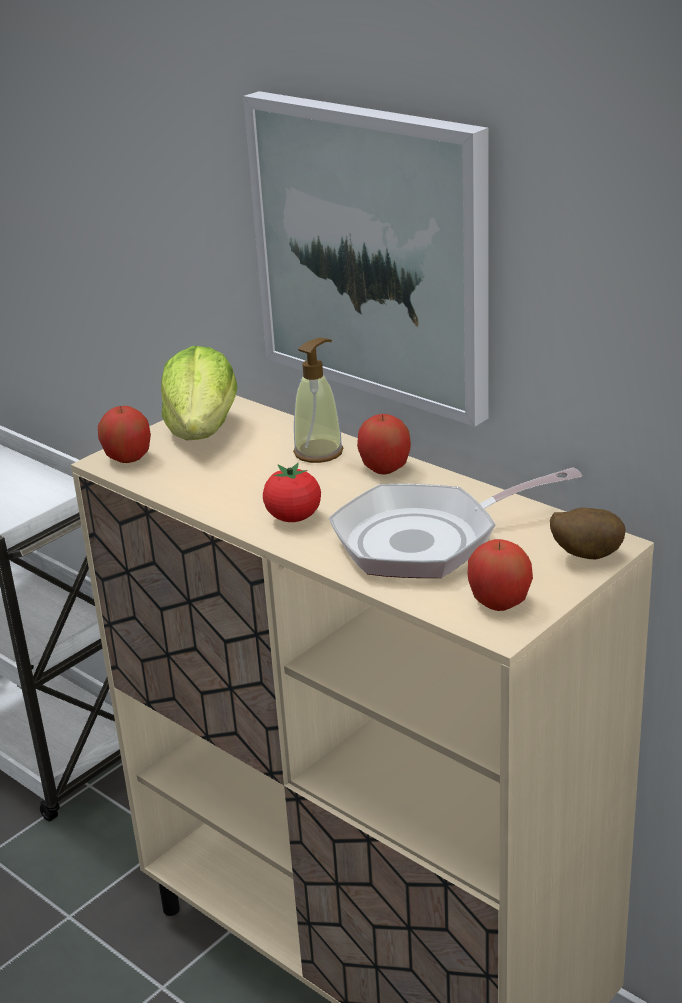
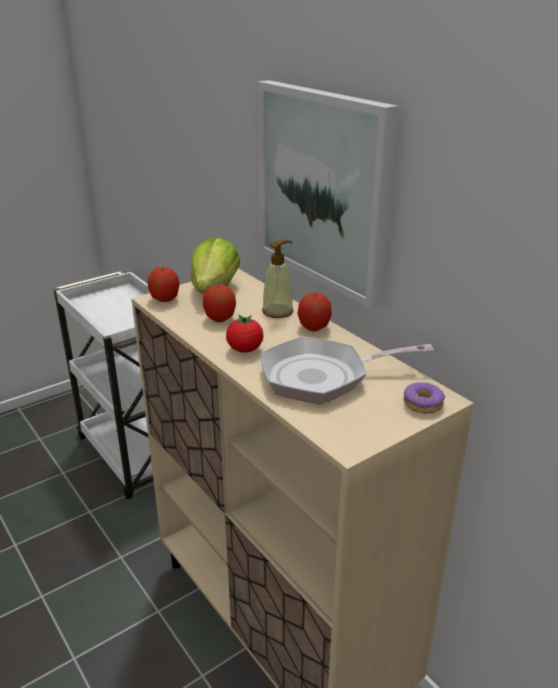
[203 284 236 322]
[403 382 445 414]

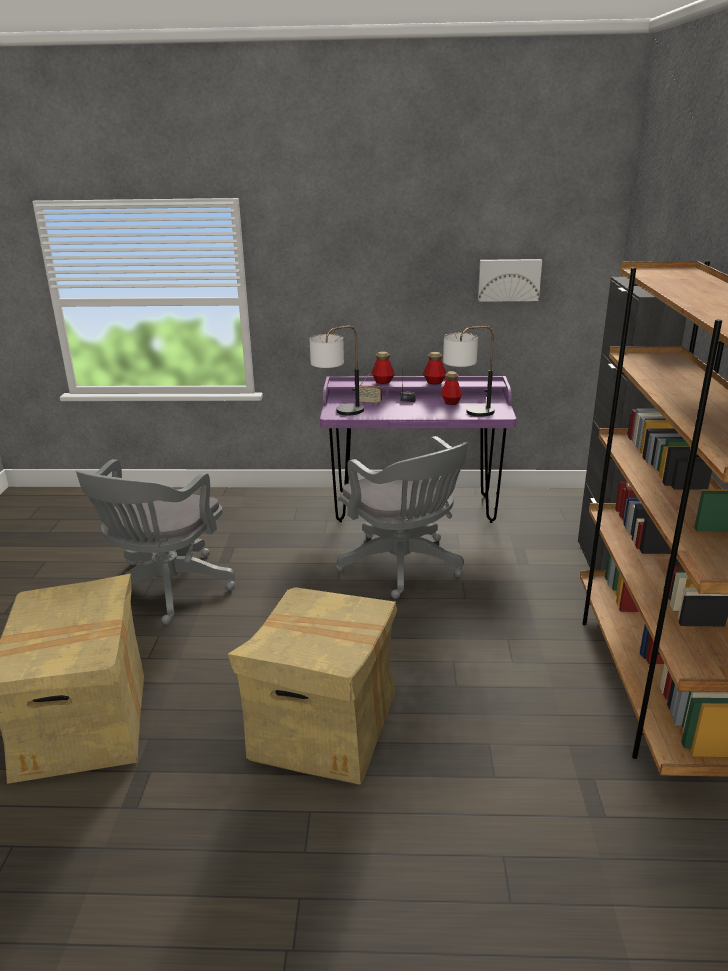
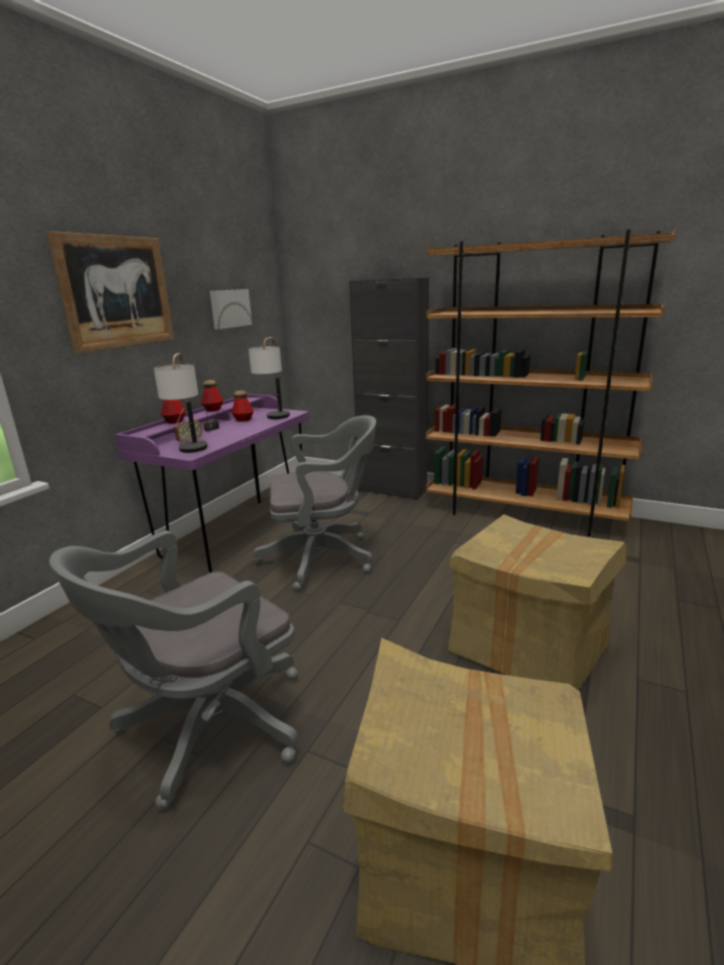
[47 231 174 354]
[49 531 299 810]

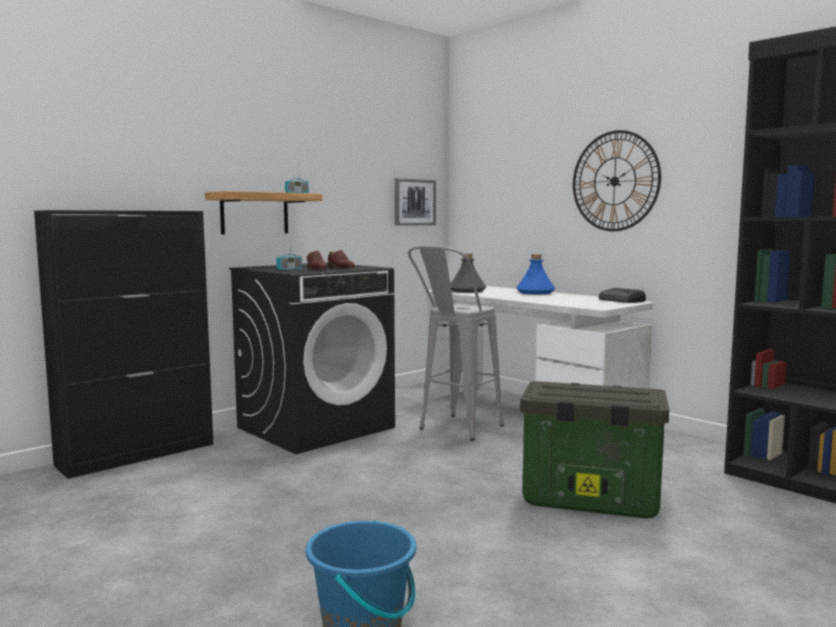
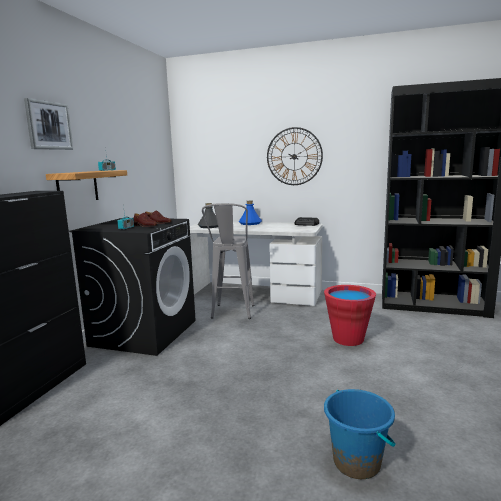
[24 98 73 150]
[324 285 376 346]

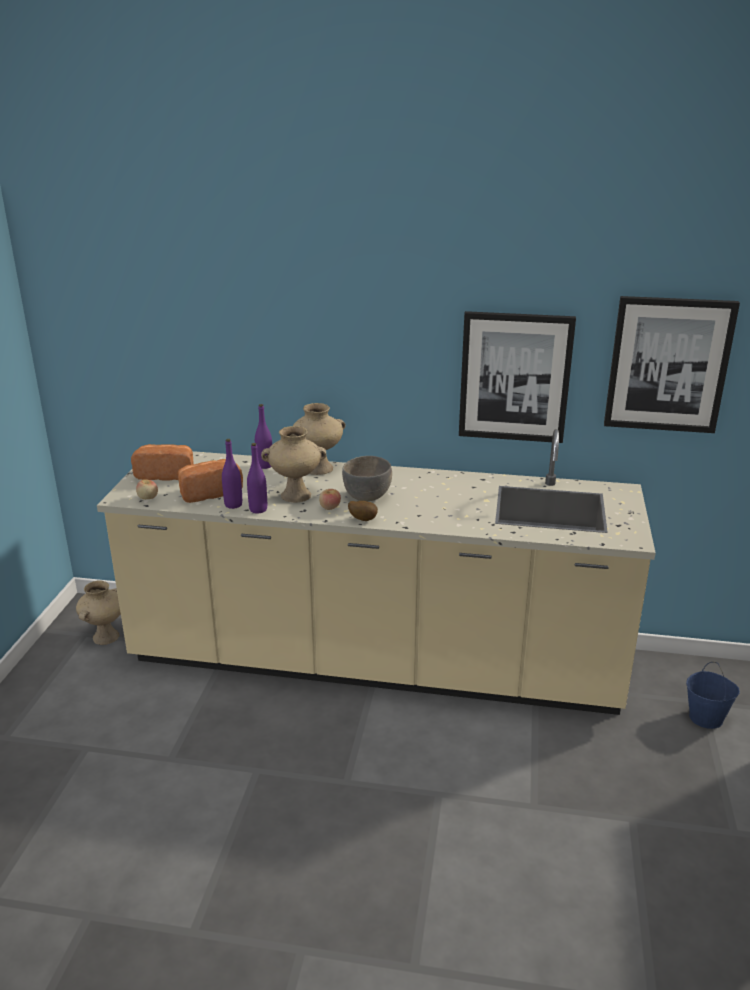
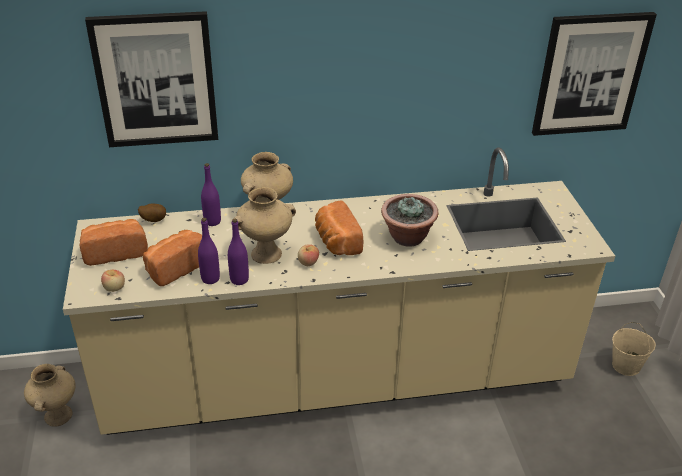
[381 194 438 247]
[138 203 166 222]
[85 11 218 147]
[315 200 364 255]
[612 322 656 376]

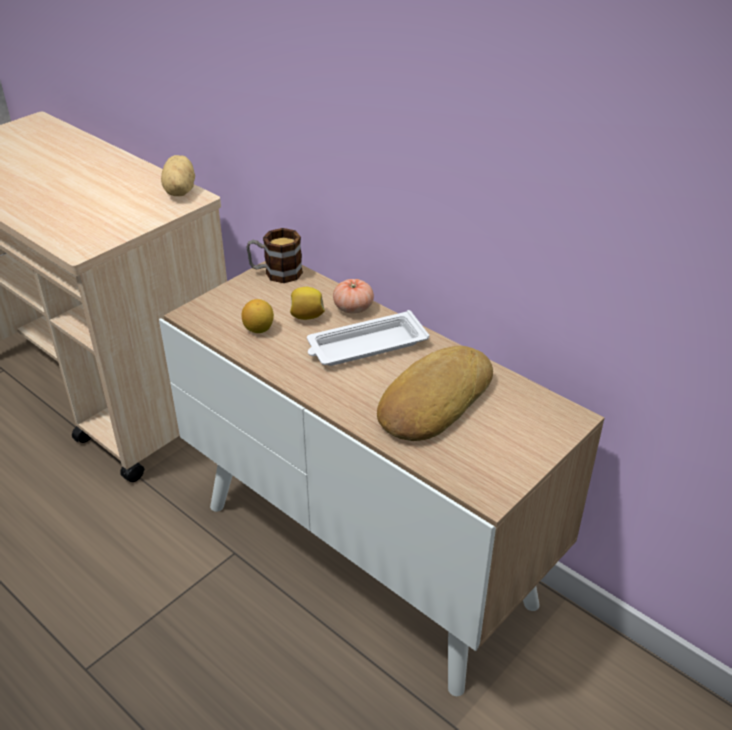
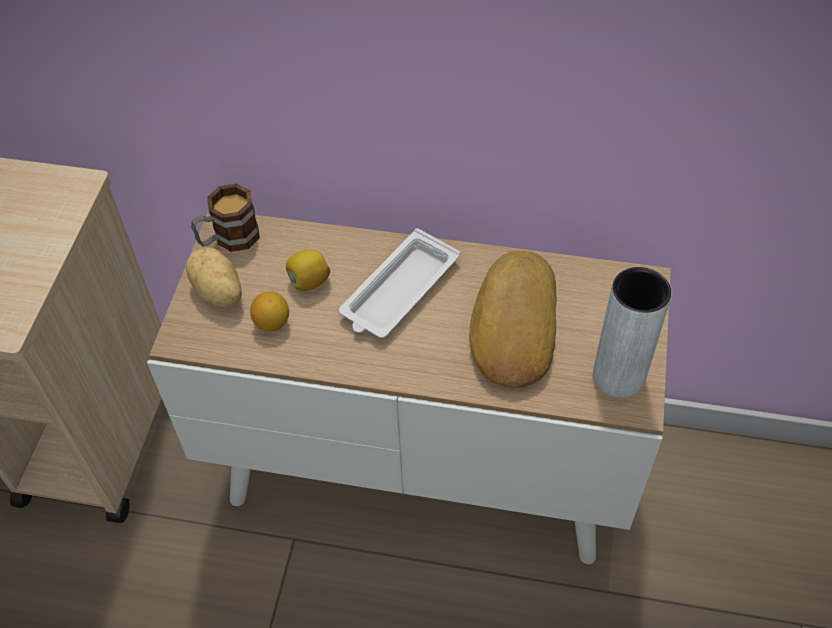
[333 279 374 314] (first image)
[593 267 672 398]
[186 248 242 308]

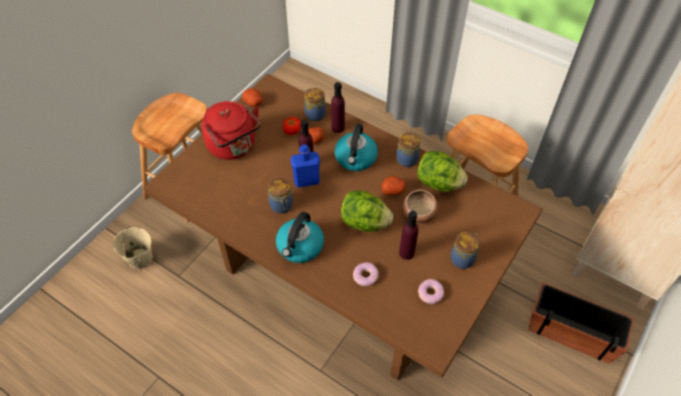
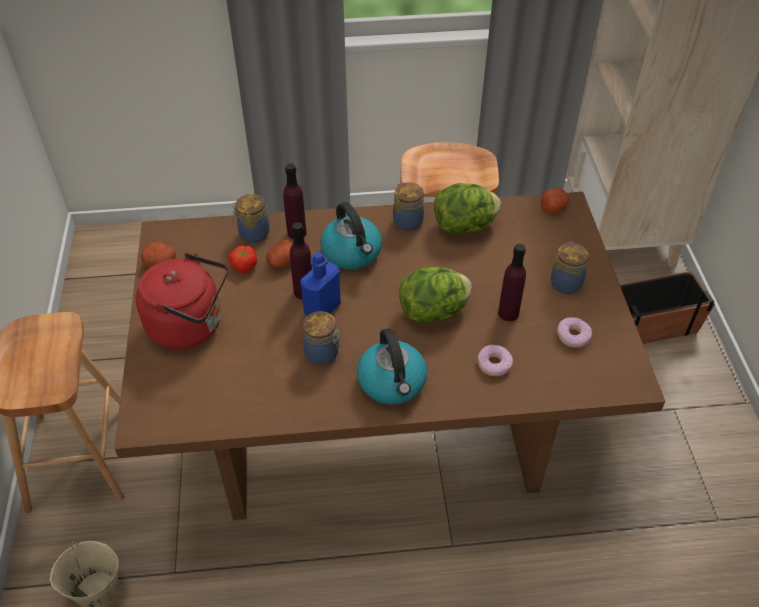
[403 189 438 223] (first image)
[541 189 569 215]

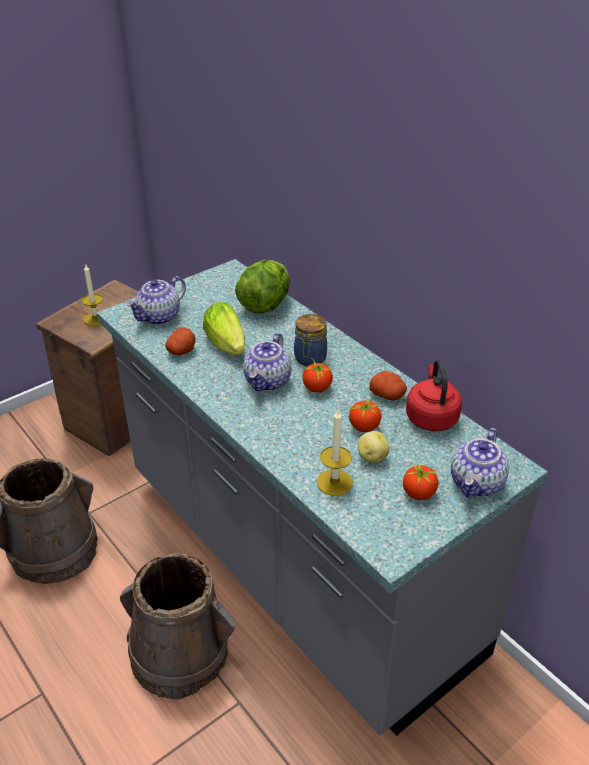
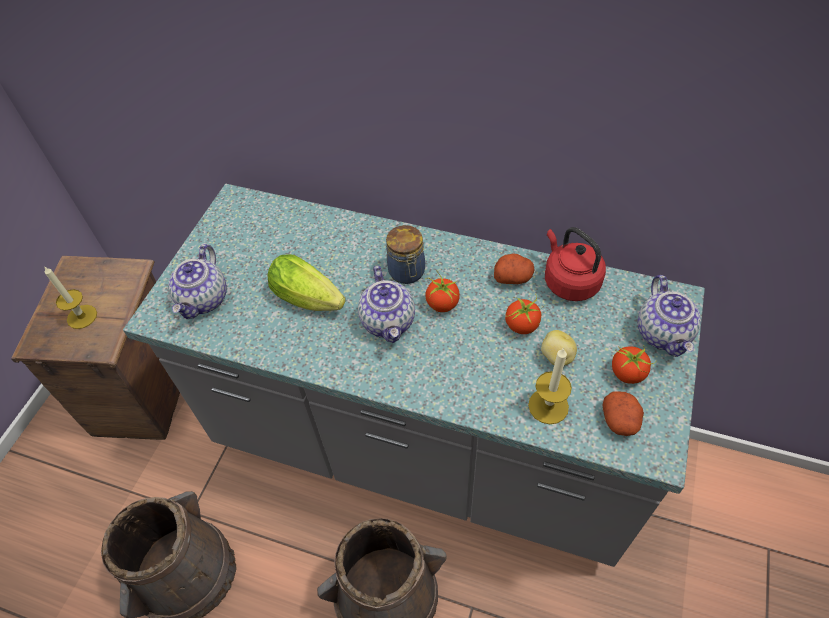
[235 260 290 314] (first image)
[602 391 644 436]

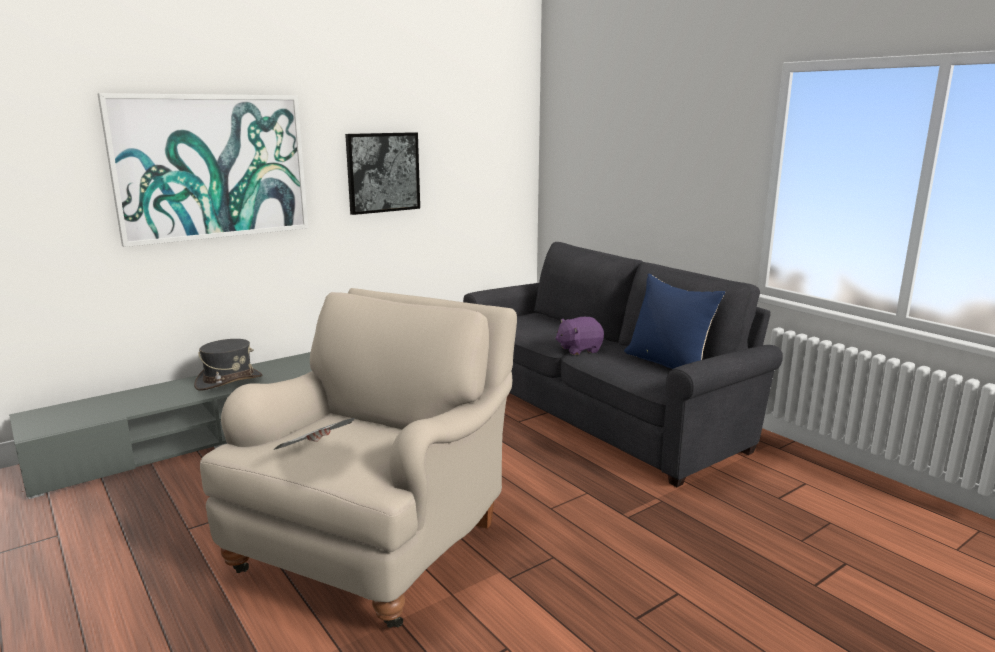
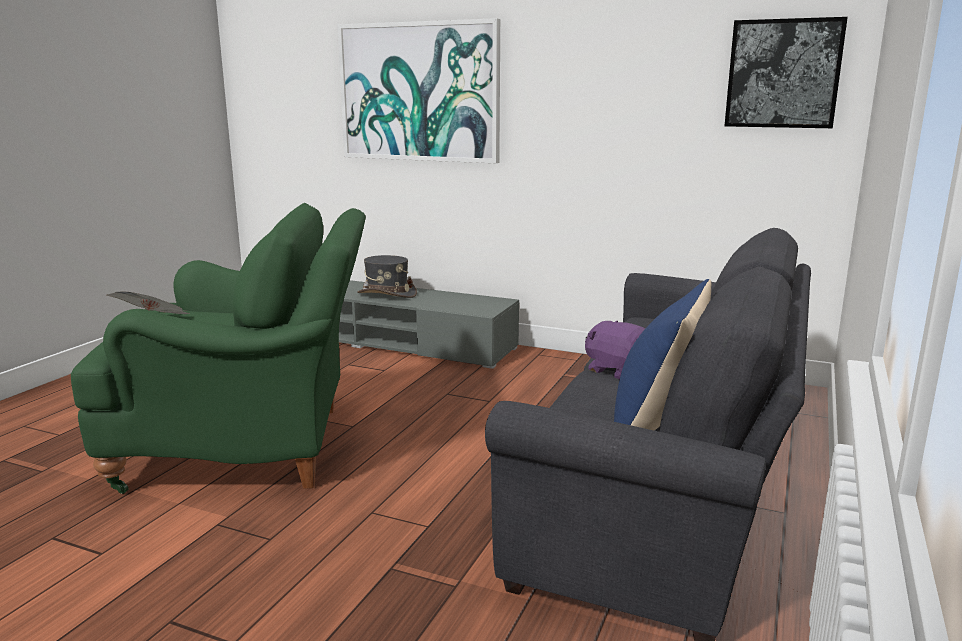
[724 17 848 128]
[71 203 366 494]

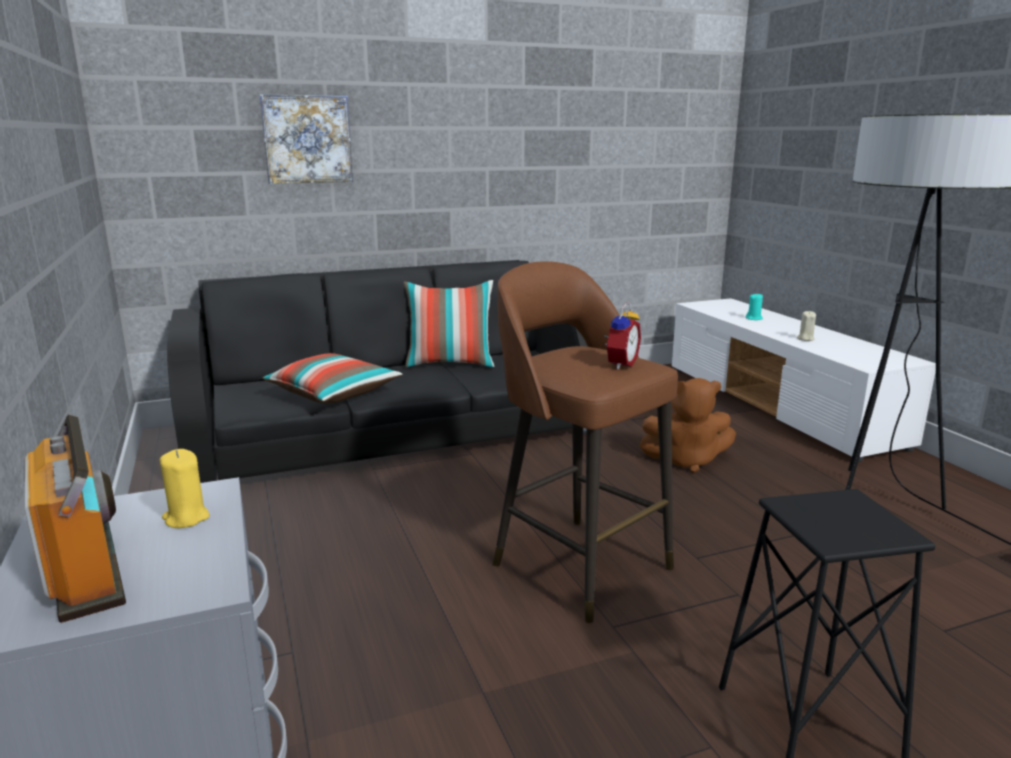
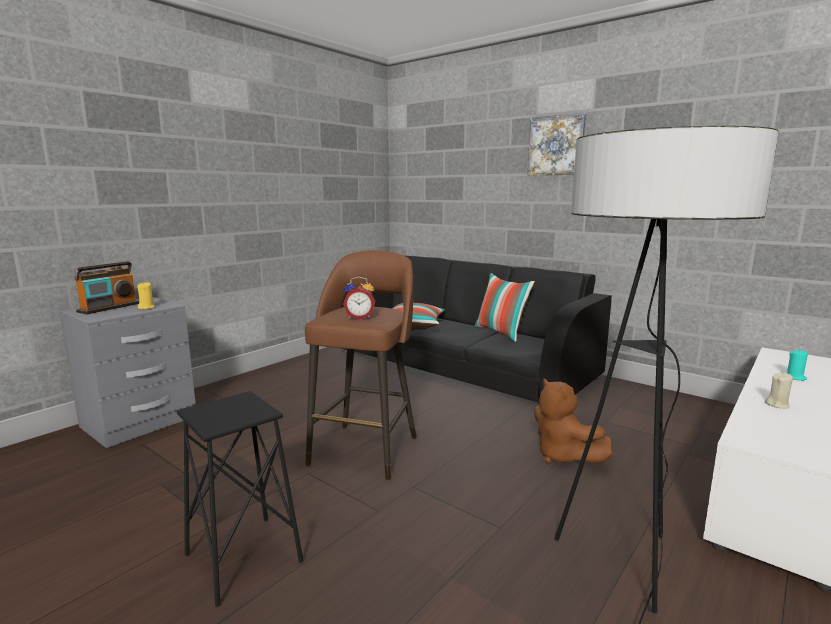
[528 113 587 176]

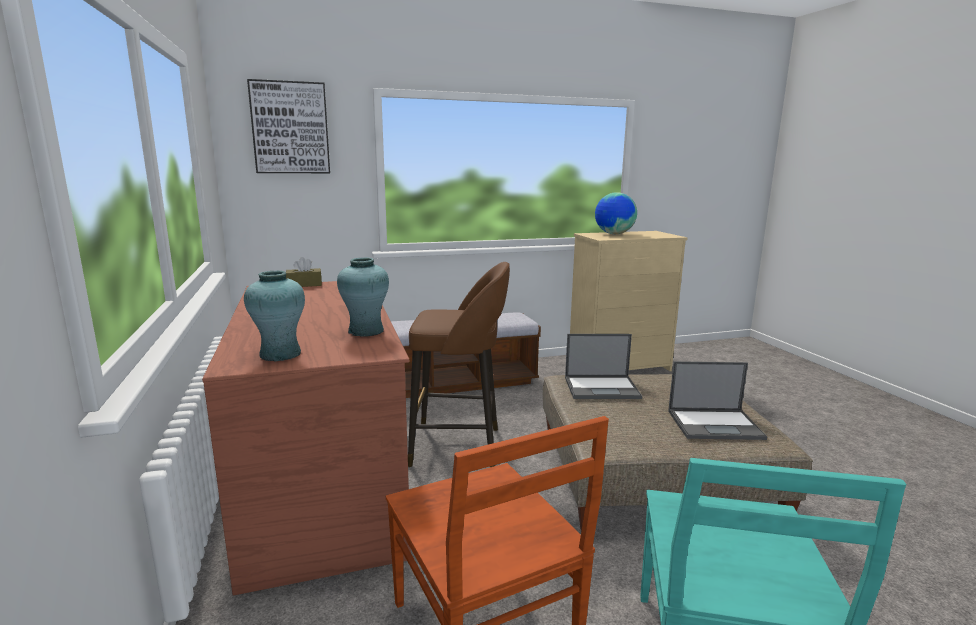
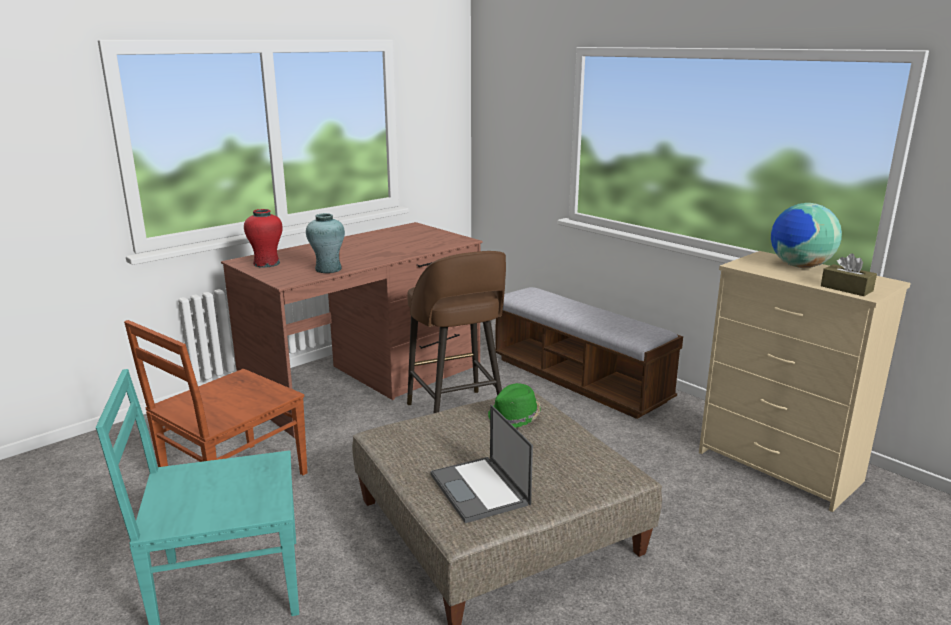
[247 79 330 173] (first image)
[821 254 877 296]
[488 383 541 428]
[244 209 282 268]

